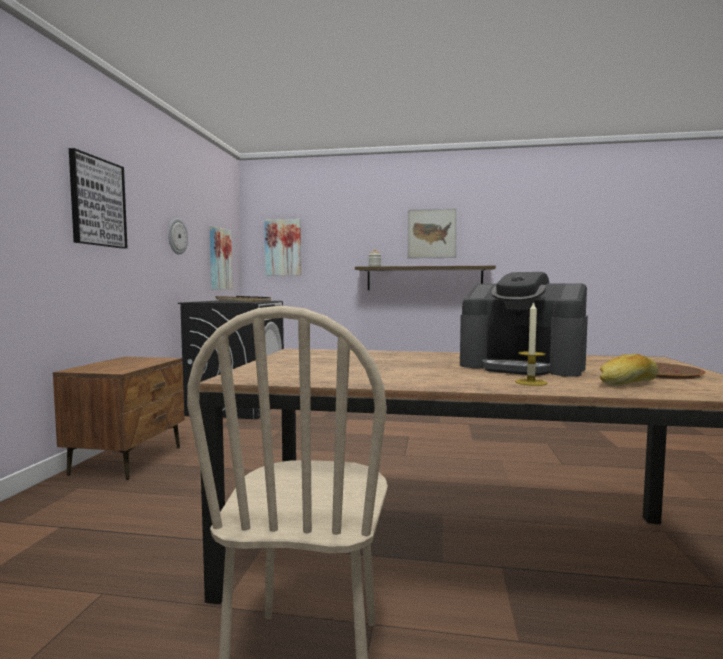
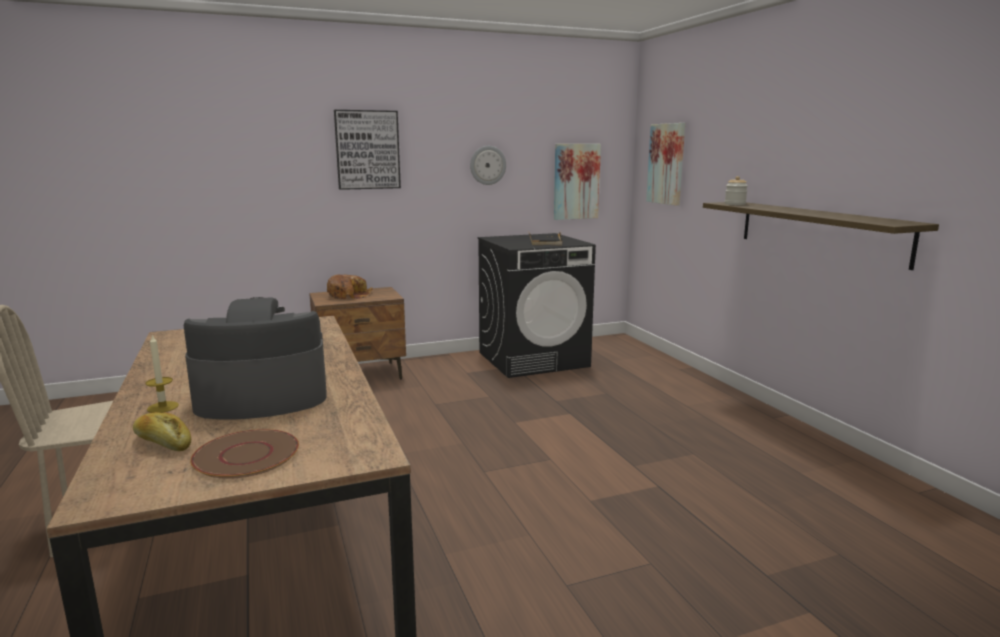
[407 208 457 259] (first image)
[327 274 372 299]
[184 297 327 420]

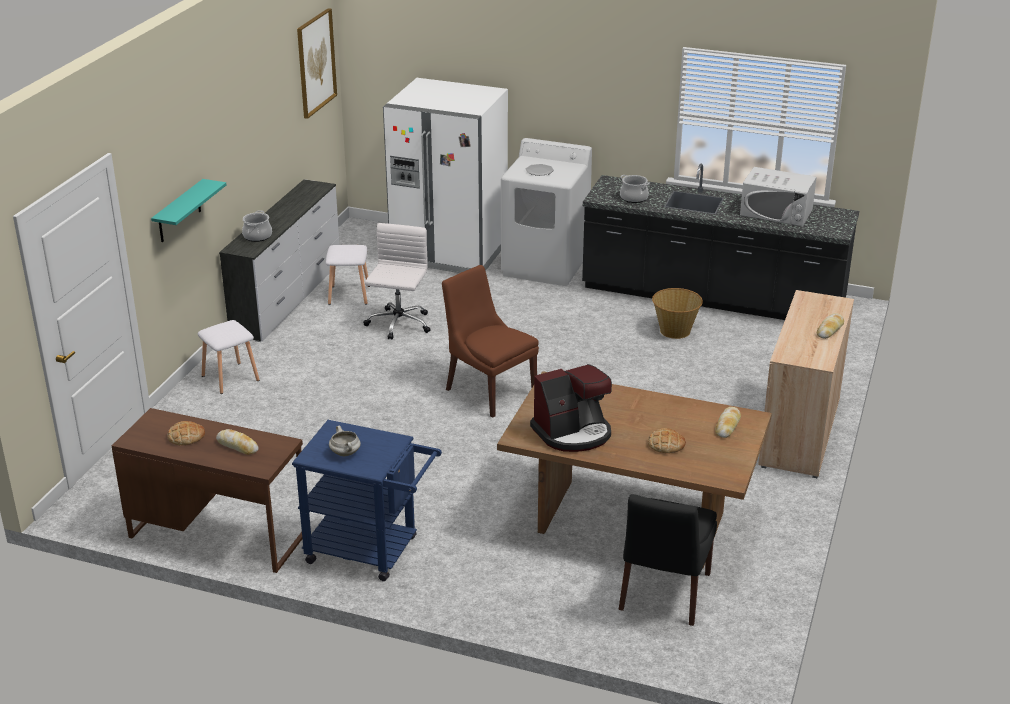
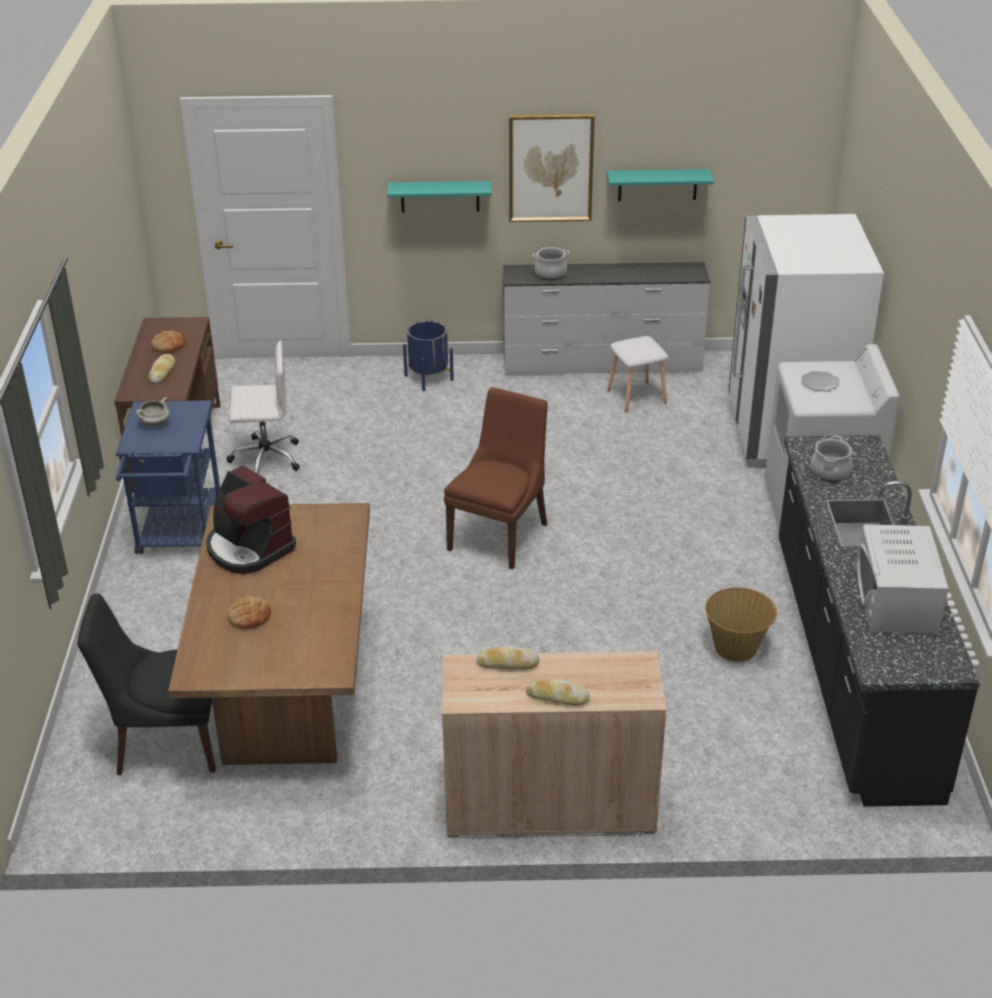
[607 169 714 201]
[509 114 595 222]
[227 340 300 474]
[476 646 539 670]
[403 321 454 391]

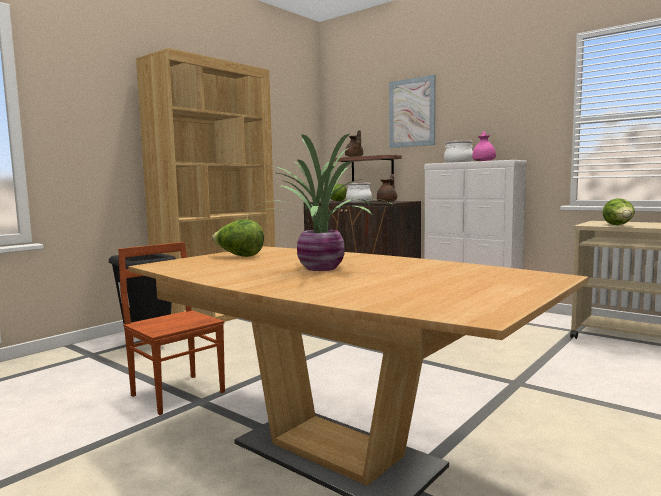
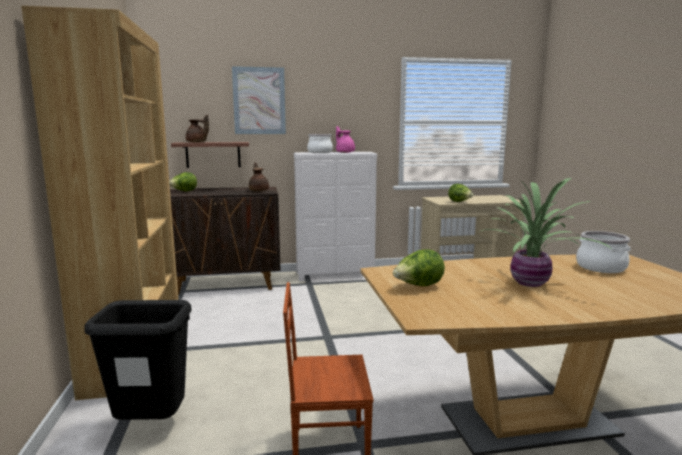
[576 231 630 273]

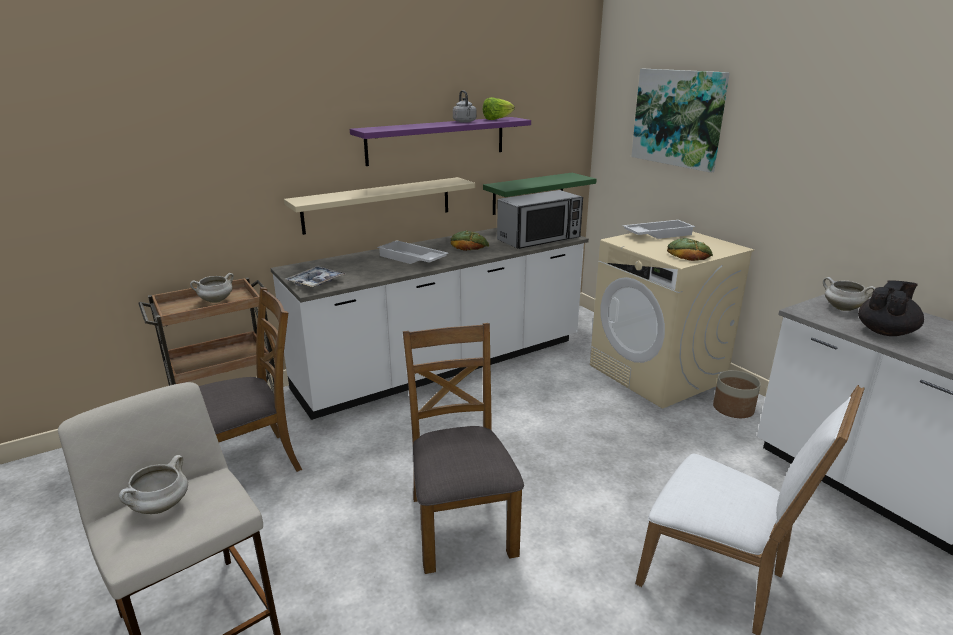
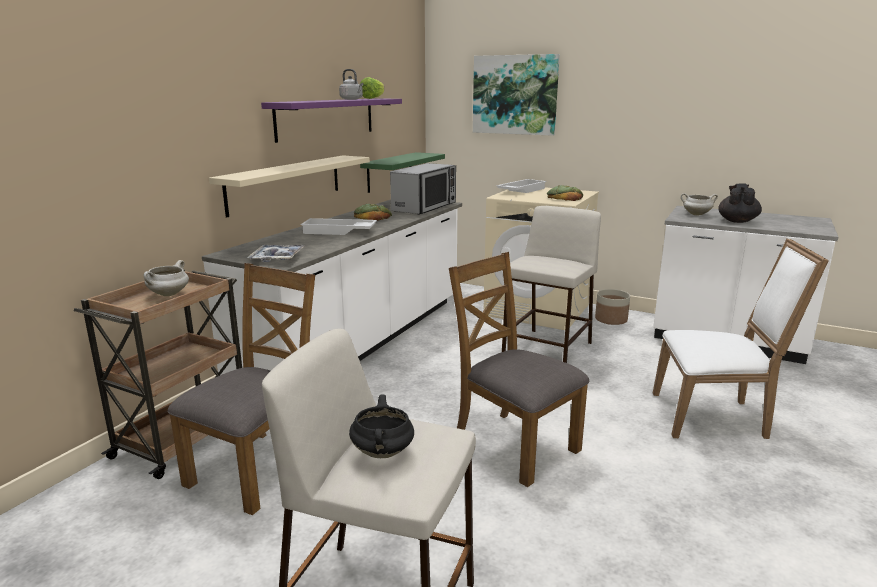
[502 206 601 363]
[349 395 414 458]

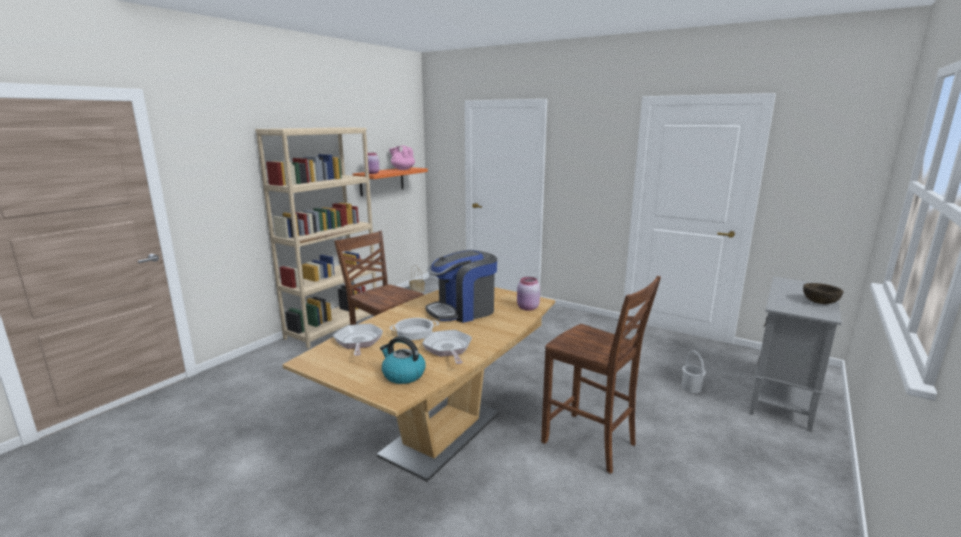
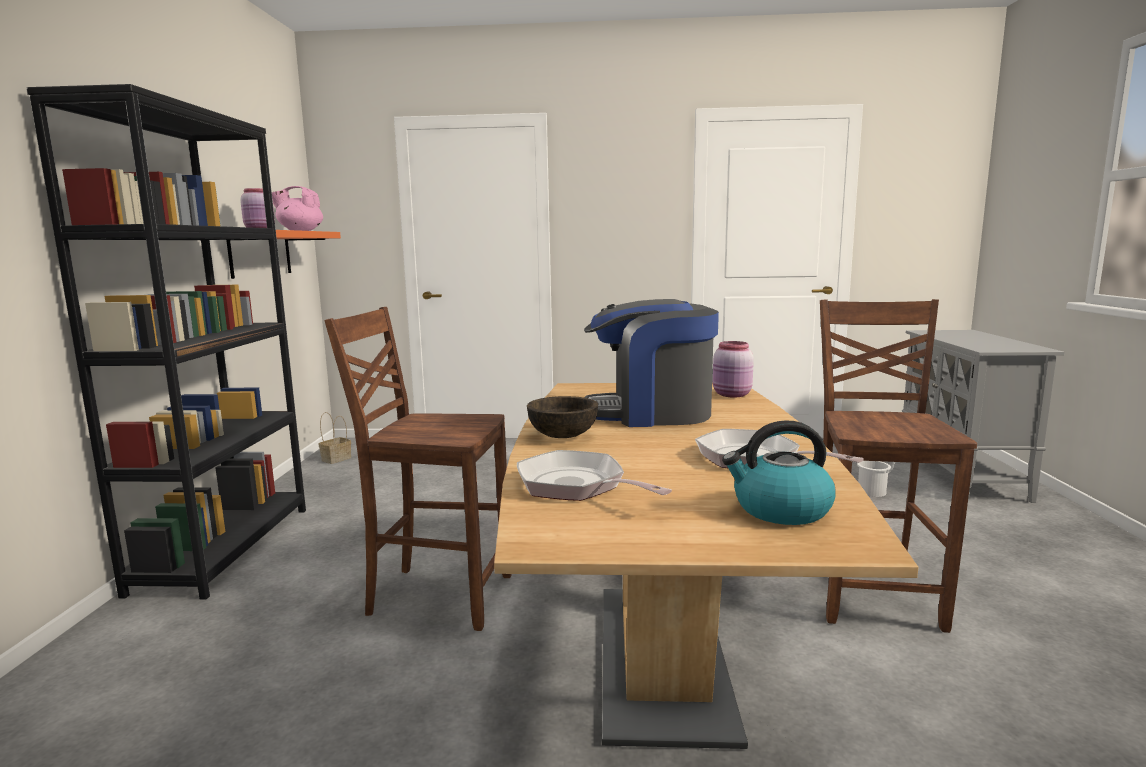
[390 318 439 340] (first image)
[527 396 598 438]
[26 84 306 600]
[584 299 719 427]
[820 299 977 633]

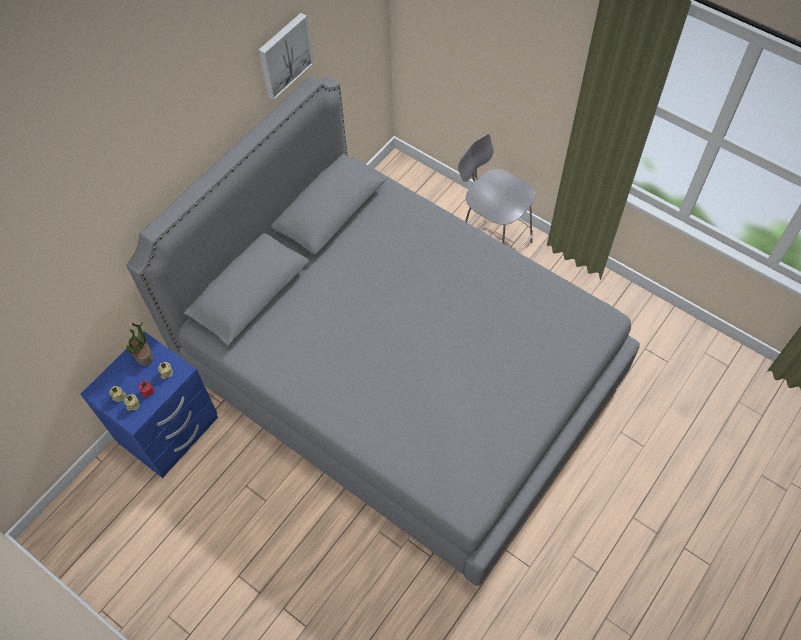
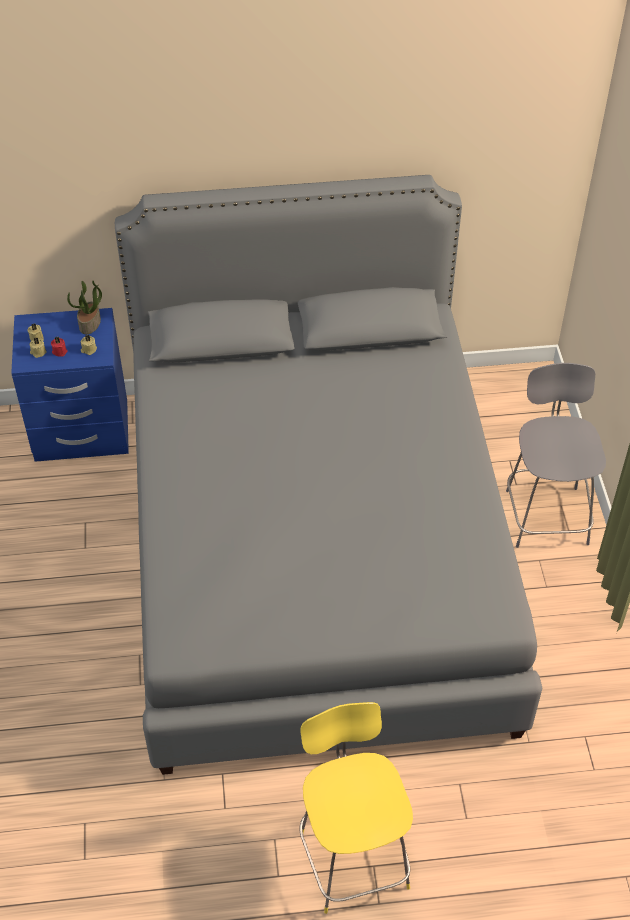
[258 13 314 101] (first image)
[300 702 413 914]

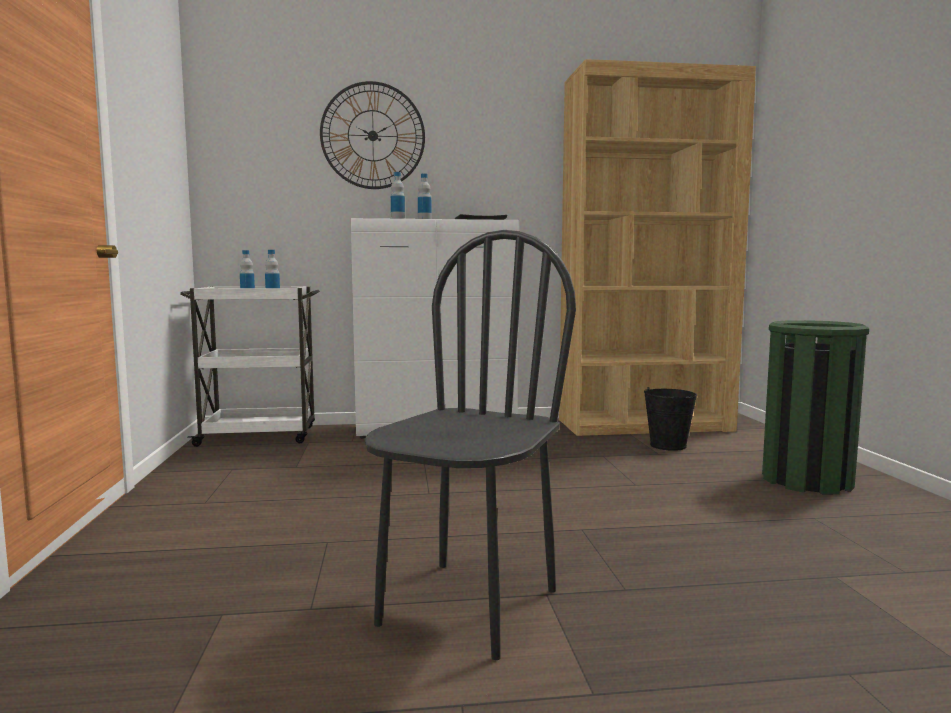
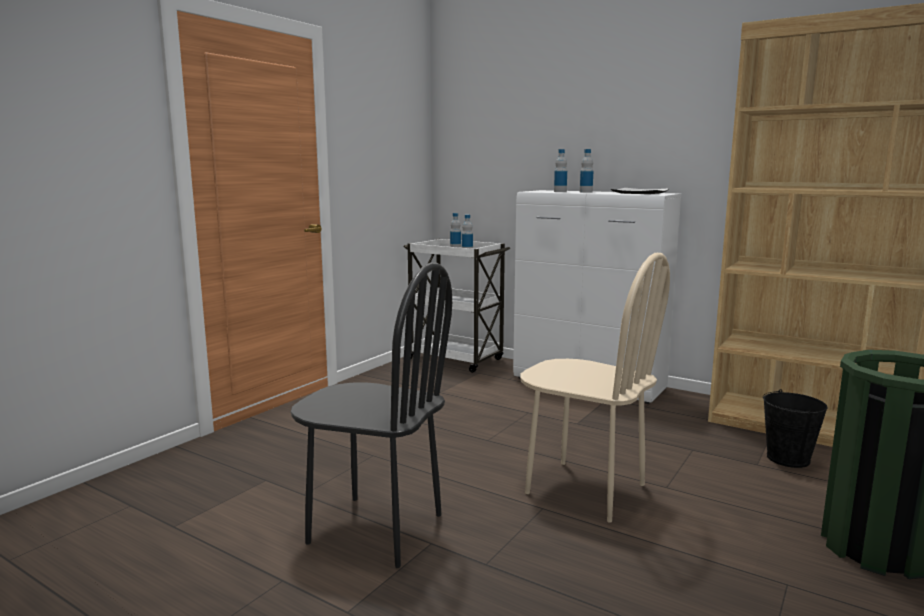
[320 81 425 189] (first image)
[520 253 670 523]
[291 262 452 568]

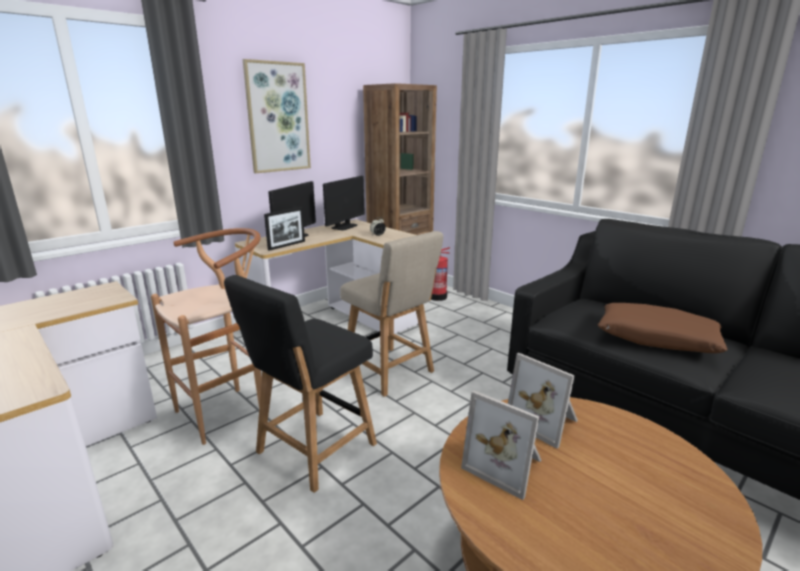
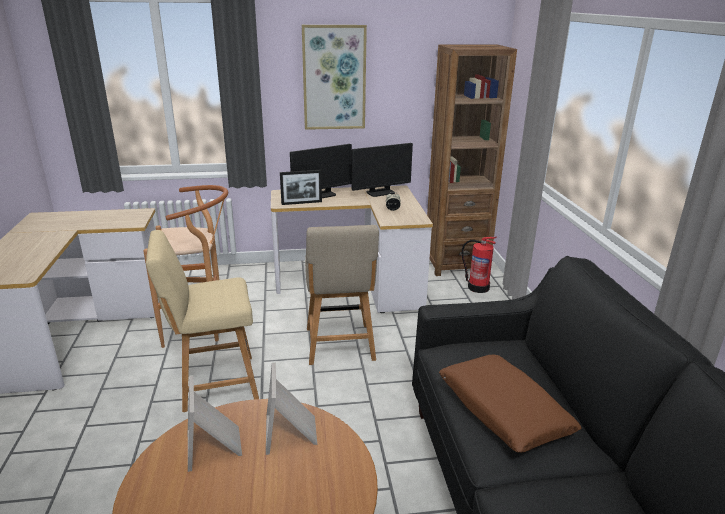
[146 230 259 412]

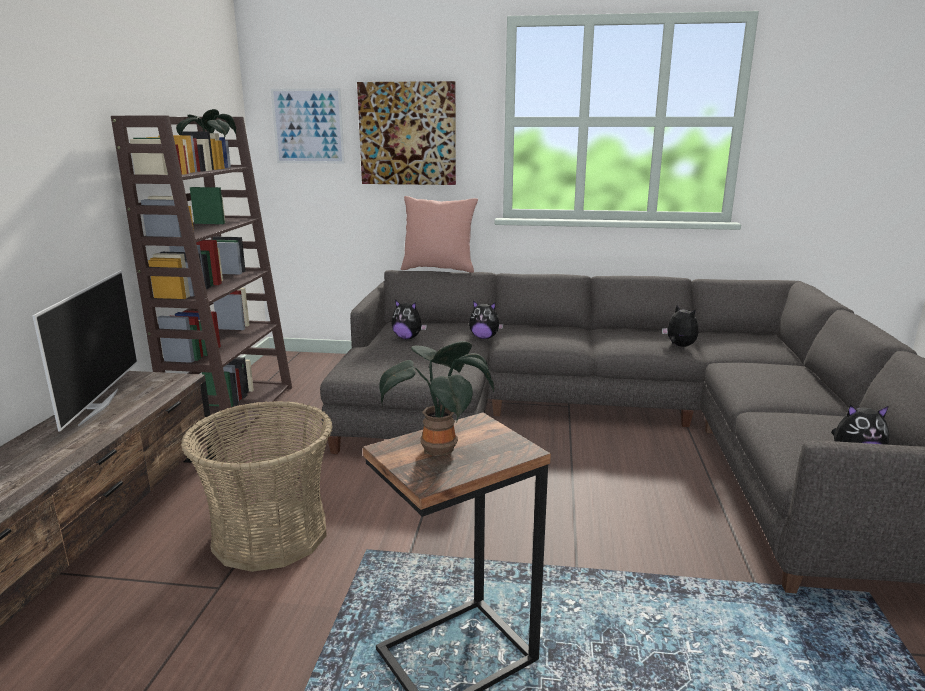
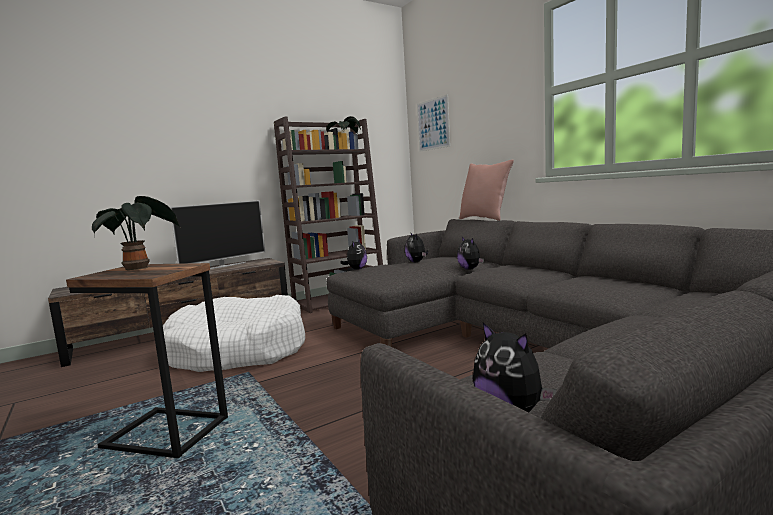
[357 81 456 185] (first image)
[341 239 367 270]
[163 295 305 372]

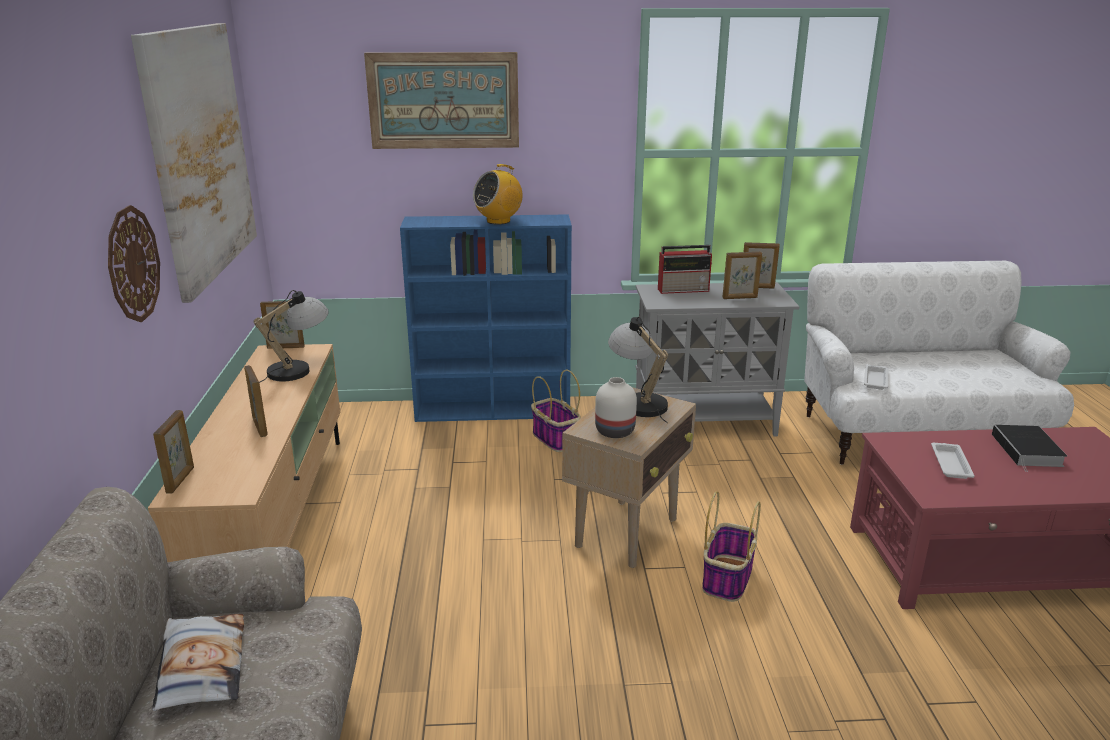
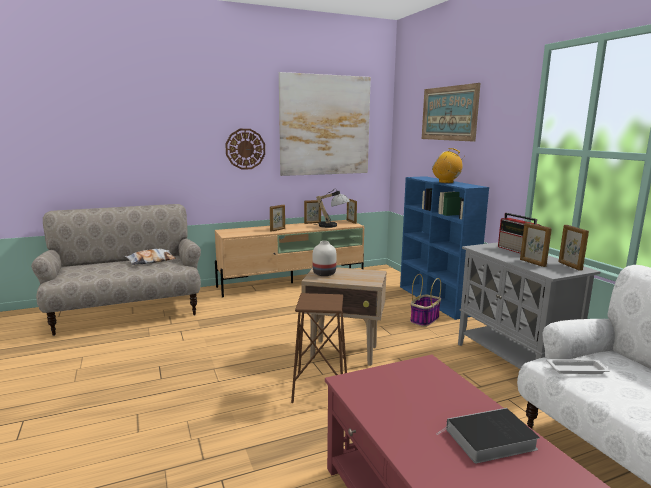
[608 317 668 423] (first image)
[931 443 975 479] (first image)
[304 200 321 224]
[291 293 347 403]

